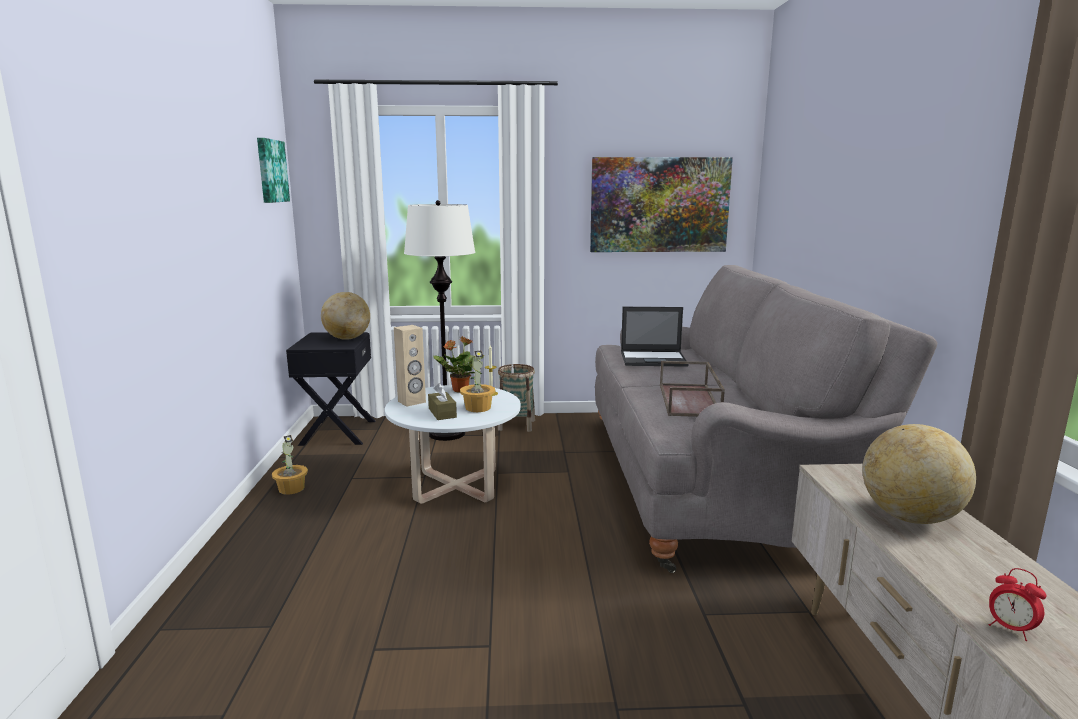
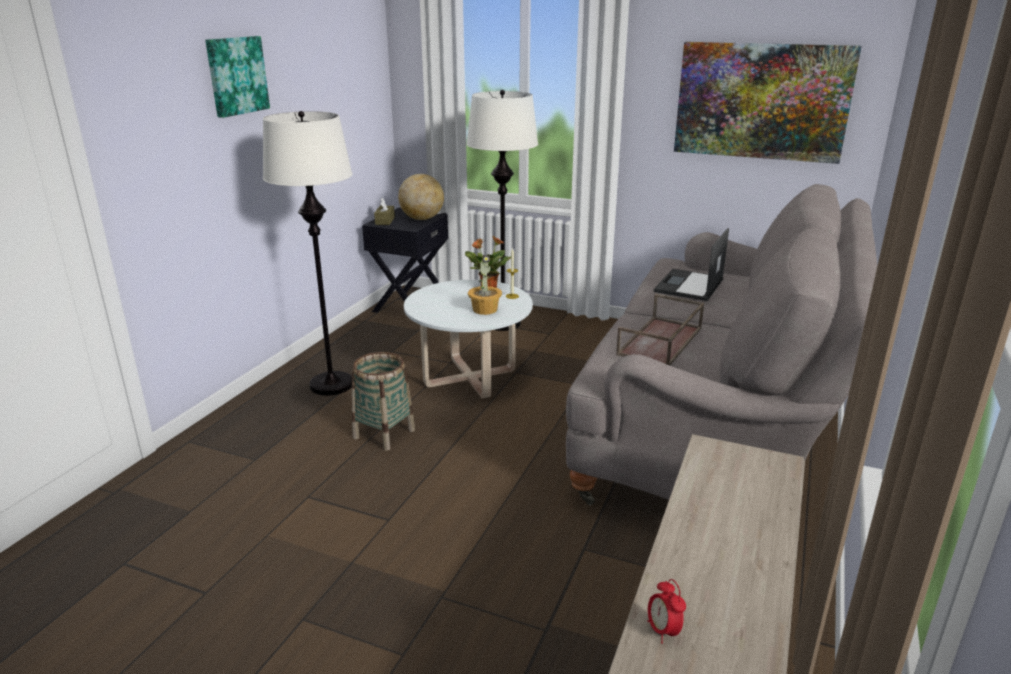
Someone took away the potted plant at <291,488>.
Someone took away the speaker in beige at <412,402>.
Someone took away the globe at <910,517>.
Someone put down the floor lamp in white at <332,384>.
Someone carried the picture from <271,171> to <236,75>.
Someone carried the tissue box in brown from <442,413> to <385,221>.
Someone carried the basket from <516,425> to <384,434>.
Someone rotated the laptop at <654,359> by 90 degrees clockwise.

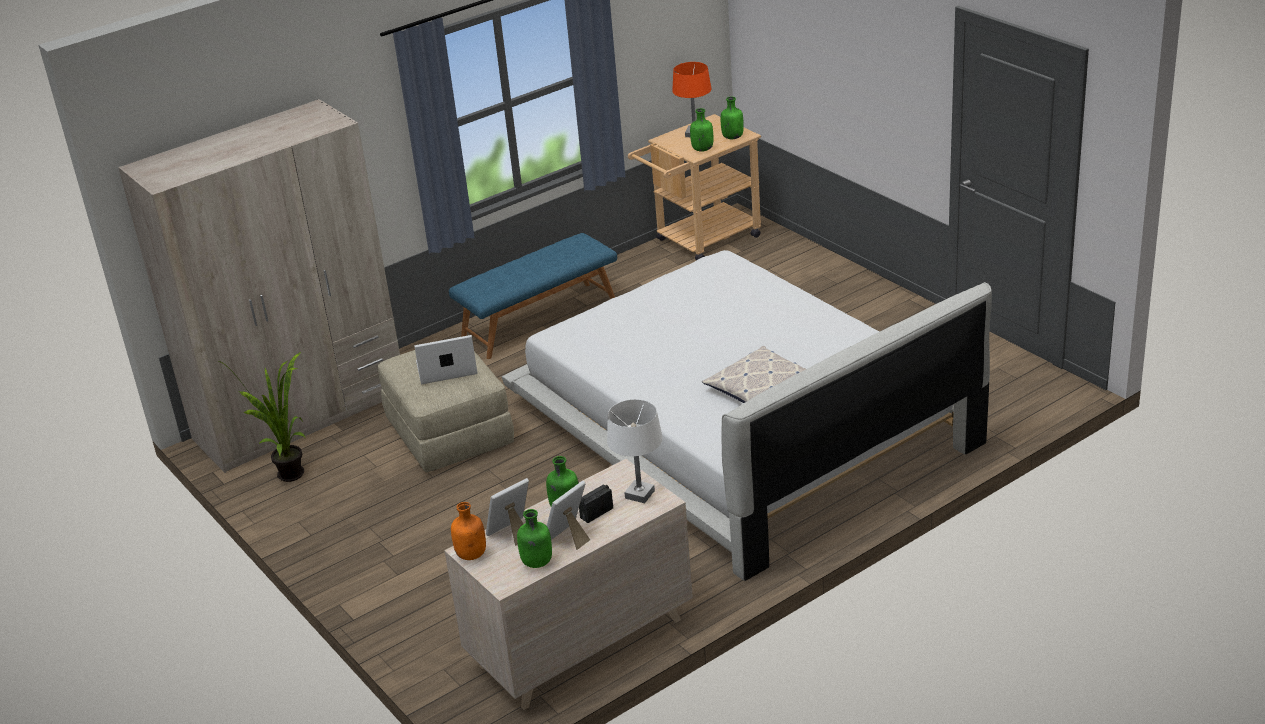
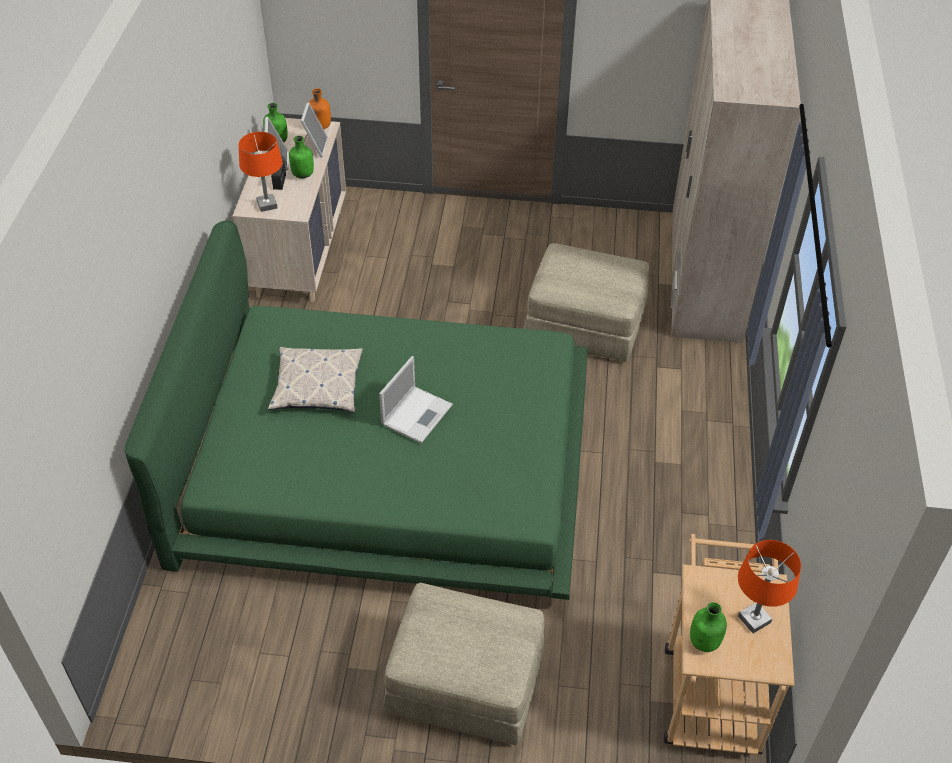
Someone took away the potted plant at <293,478>.
Someone took away the bench in blue at <539,319>.
Someone took away the bottle in green at <702,149>.
Someone put down the ottoman in beige at <464,684>.
Someone carried the laptop from <445,369> to <417,414>.
Someone repainted the bed in white at <740,424>, which became the bed in green at <385,464>.
Someone repainted the table lamp in white at <639,494>, which became the table lamp in orange at <267,205>.

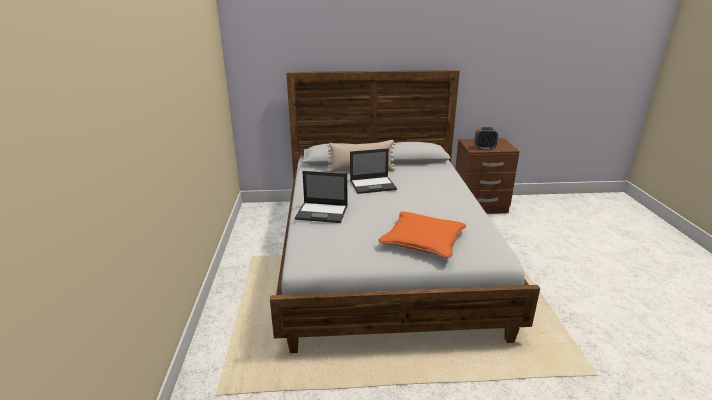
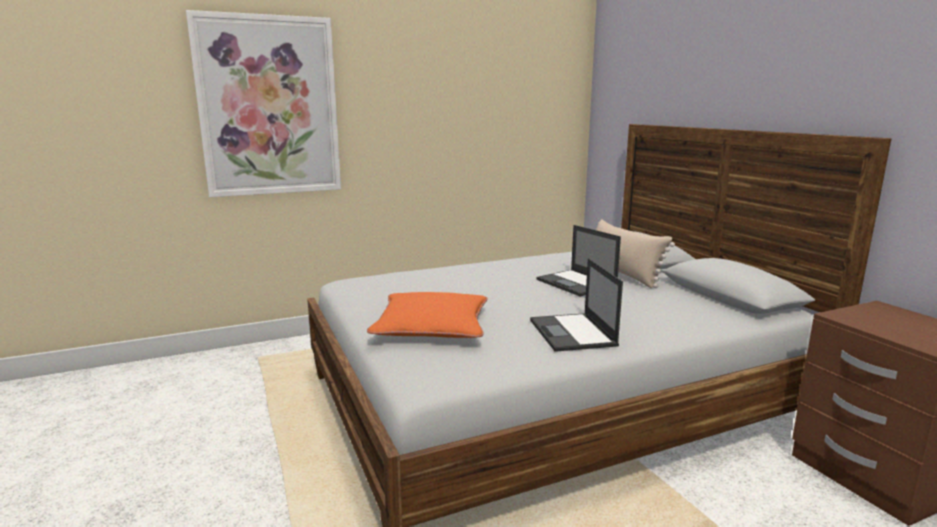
Someone took away the alarm clock at <484,148>.
Someone put up the picture at <269,107>.
Someone carried the laptop from <322,212> to <573,333>.

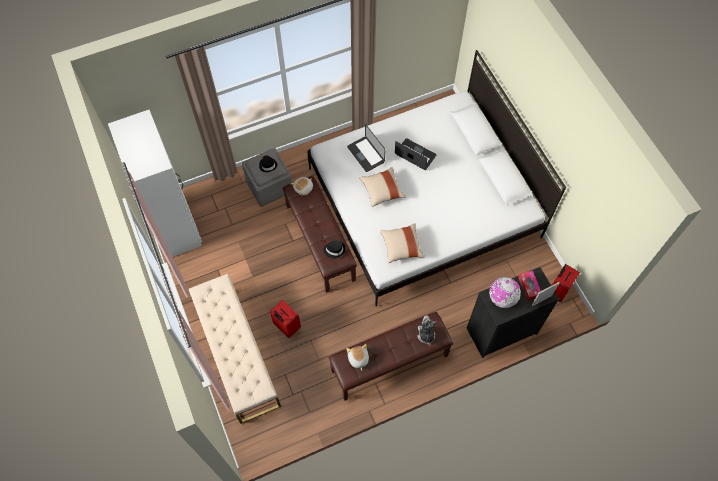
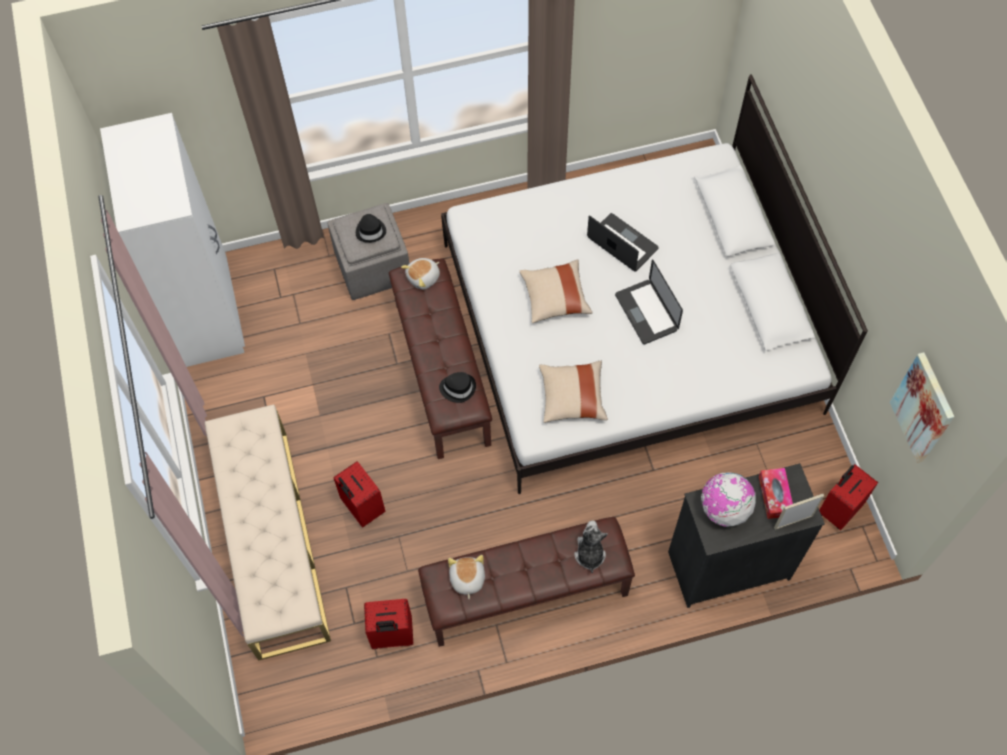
Someone put down the suitcase in red at <391,636>.
Someone put up the picture at <923,408>.
Someone carried the laptop from <365,154> to <646,312>.

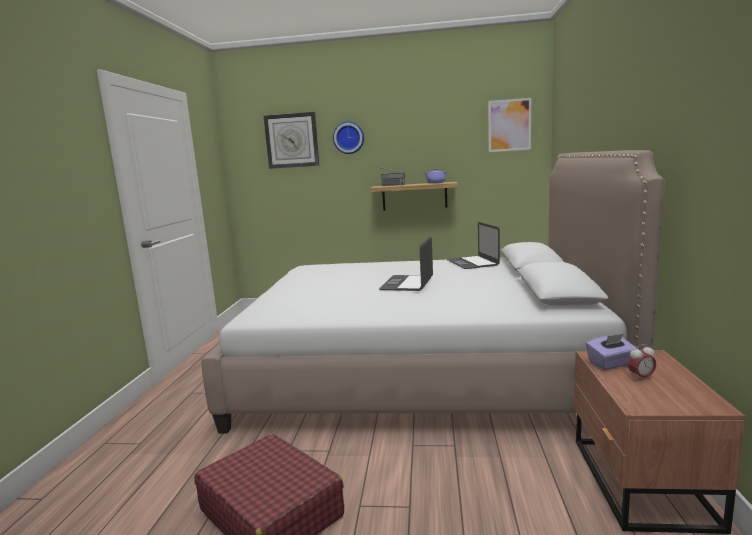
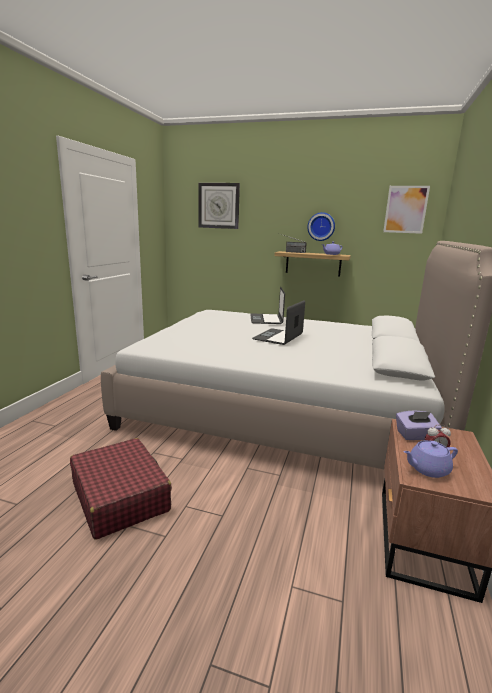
Someone put down the teapot in purple at <427,469>.
Someone carried the wall clock from <349,138> to <321,226>.
Someone carried the laptop from <472,262> to <266,319>.

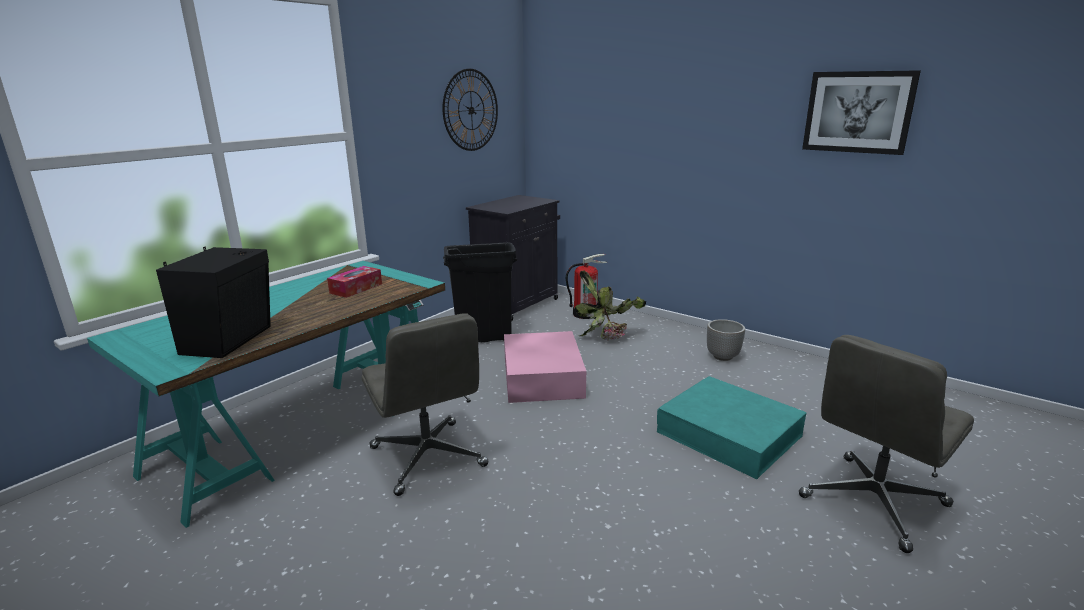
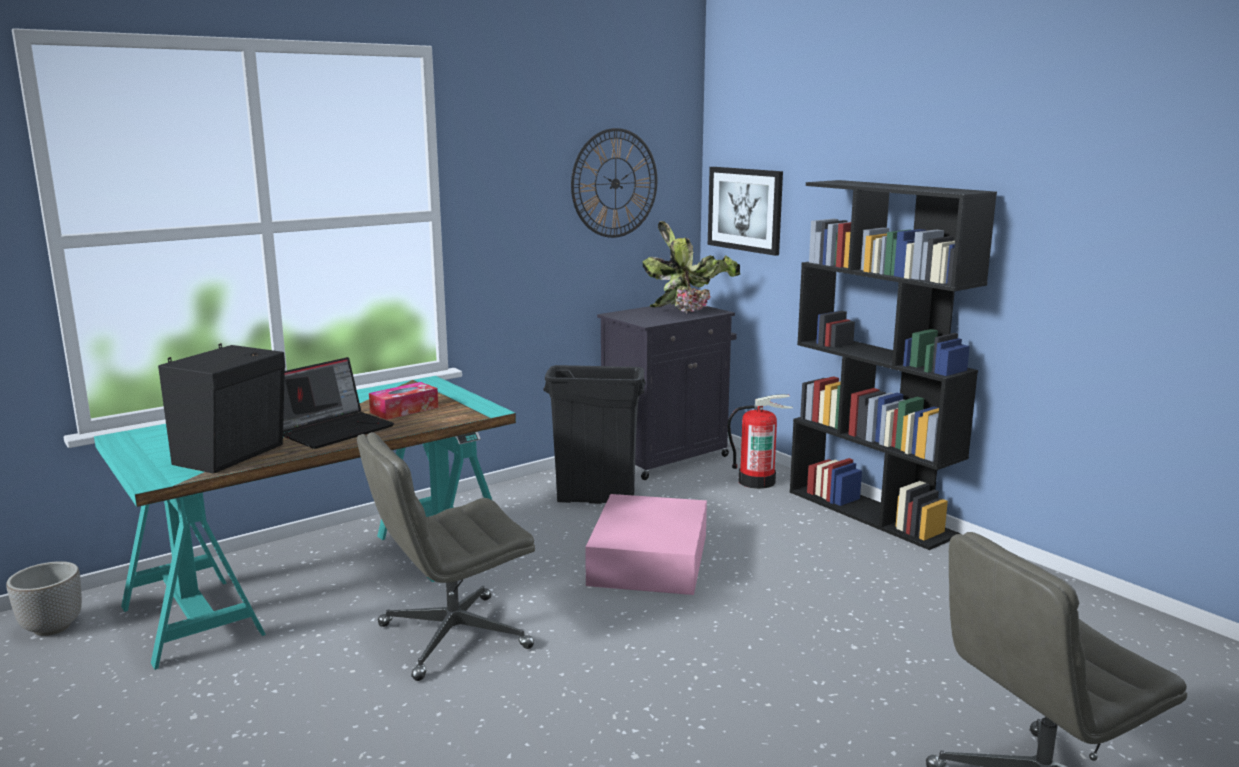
Someone took away the storage box in turquoise at <728,434>.
Someone put down the laptop at <334,429>.
Someone put down the bookcase in black at <871,513>.
Someone carried the potted plant from <607,335> to <690,310>.
Someone carried the planter from <723,356> to <53,627>.
Someone carried the picture from <858,112> to <745,209>.
Someone rotated the office chair in grey at <428,457> by 75 degrees clockwise.

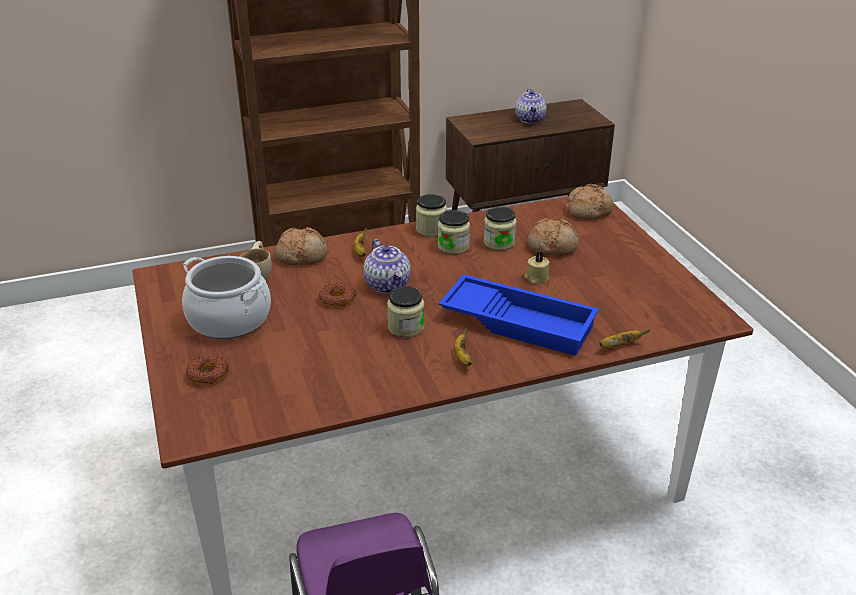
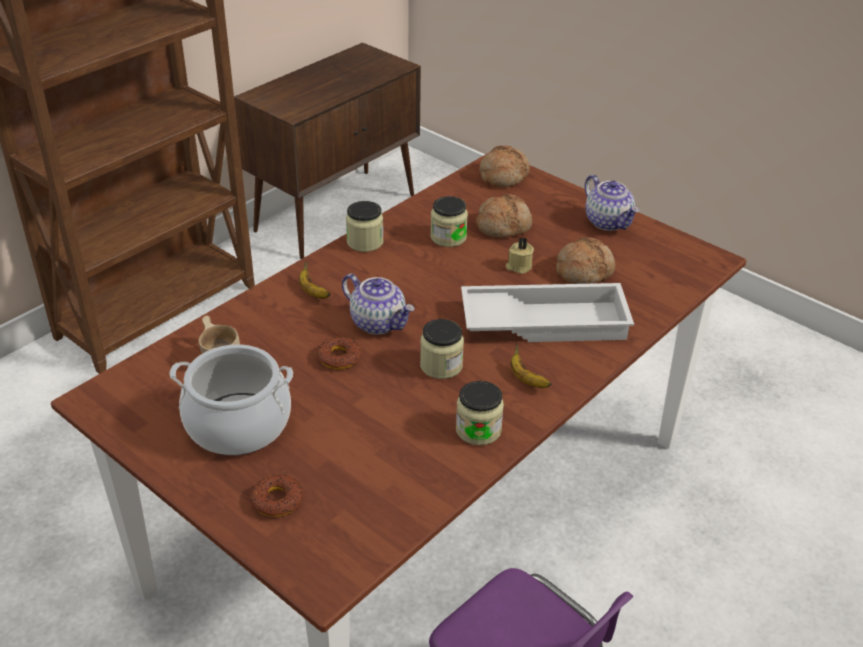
Someone took away the banana at <619,346>.
Someone carried the bread from <302,255> to <584,271>.
Someone carried the jar from <453,246> to <478,430>.
Someone carried the teapot from <530,119> to <608,222>.
Someone repainted the tray in blue at <519,321>, which became the tray in white at <545,320>.

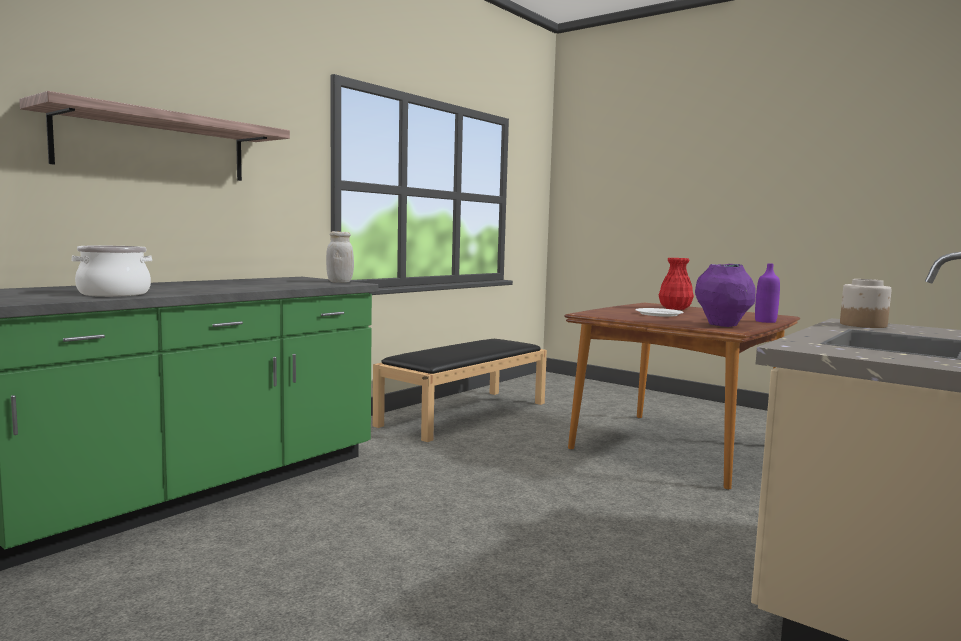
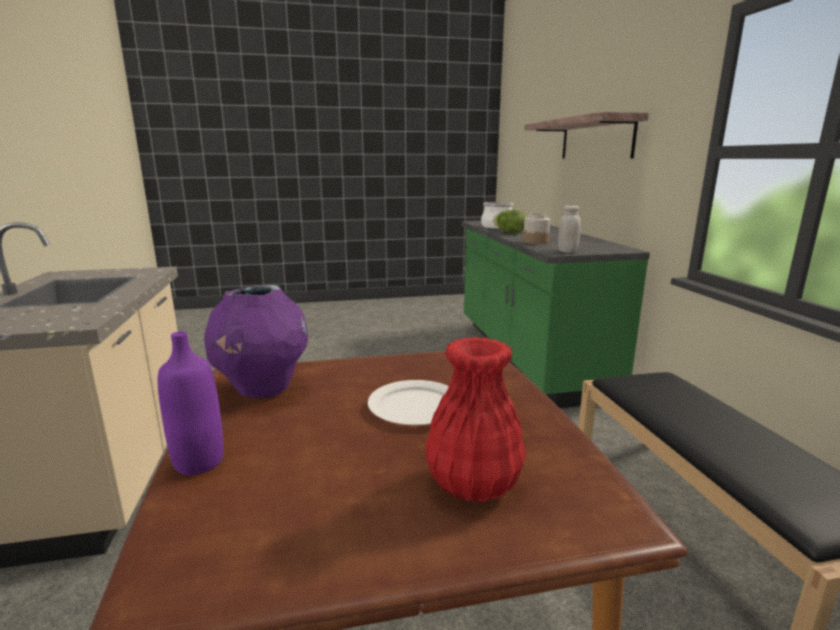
Someone put down the lettuce at <509,232>.
Someone carried the jar from <862,325> to <535,242>.

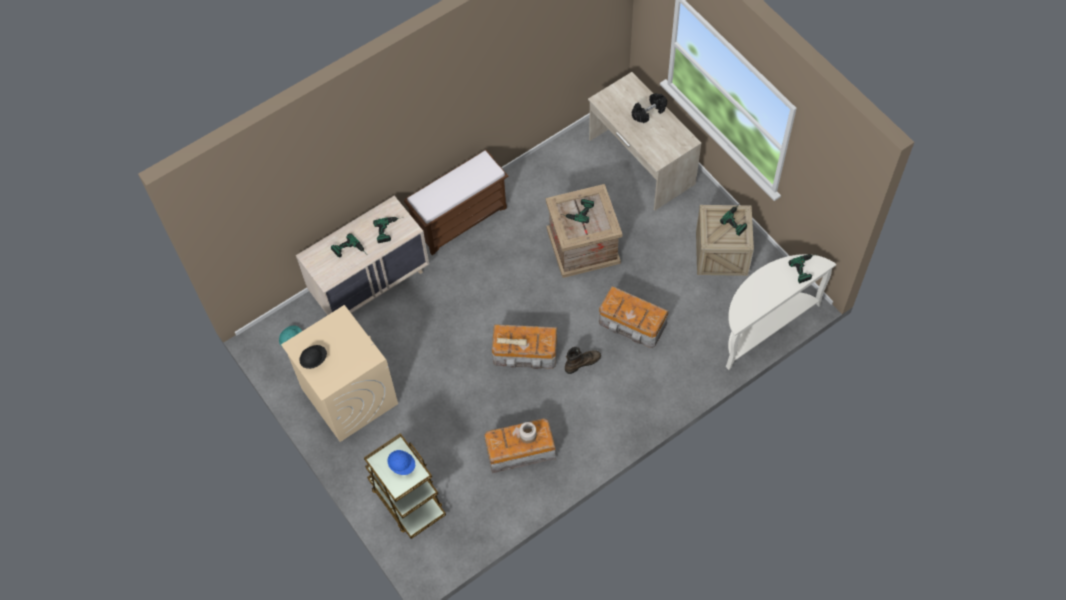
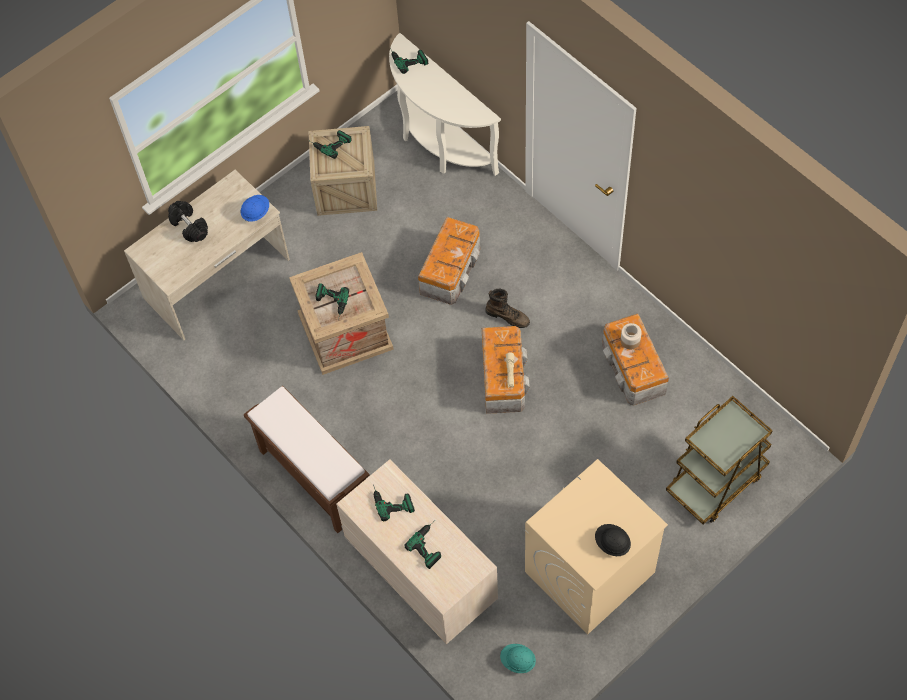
Someone carried the hard hat in blue from <402,465> to <256,212>.
Someone rotated the boot in brown at <582,362> by 150 degrees clockwise.

